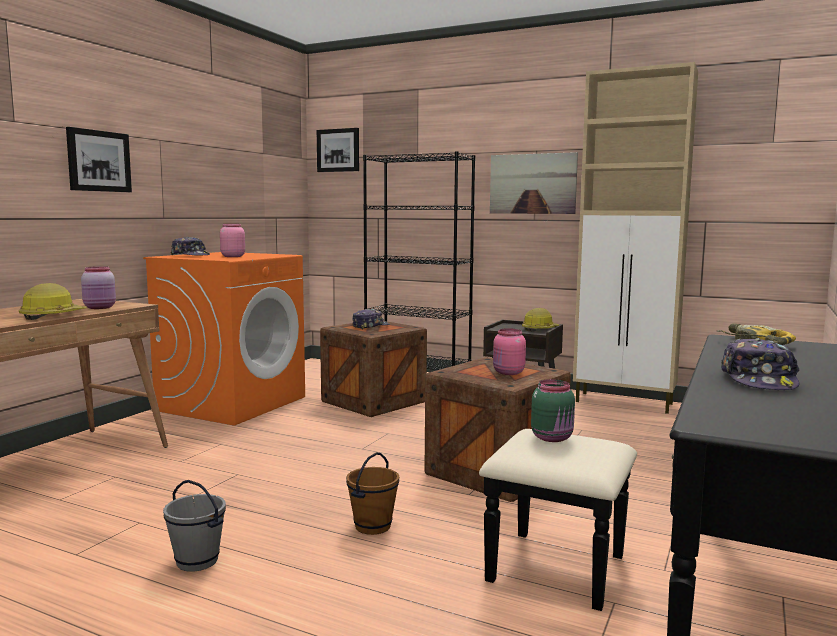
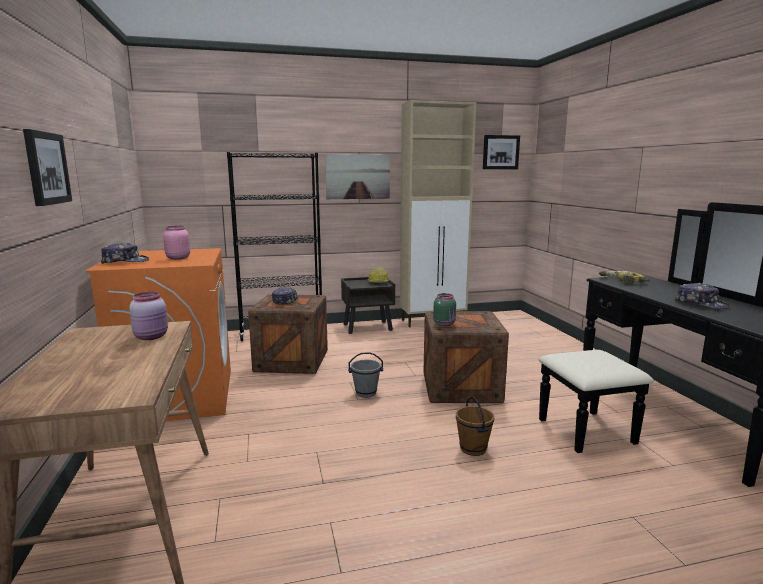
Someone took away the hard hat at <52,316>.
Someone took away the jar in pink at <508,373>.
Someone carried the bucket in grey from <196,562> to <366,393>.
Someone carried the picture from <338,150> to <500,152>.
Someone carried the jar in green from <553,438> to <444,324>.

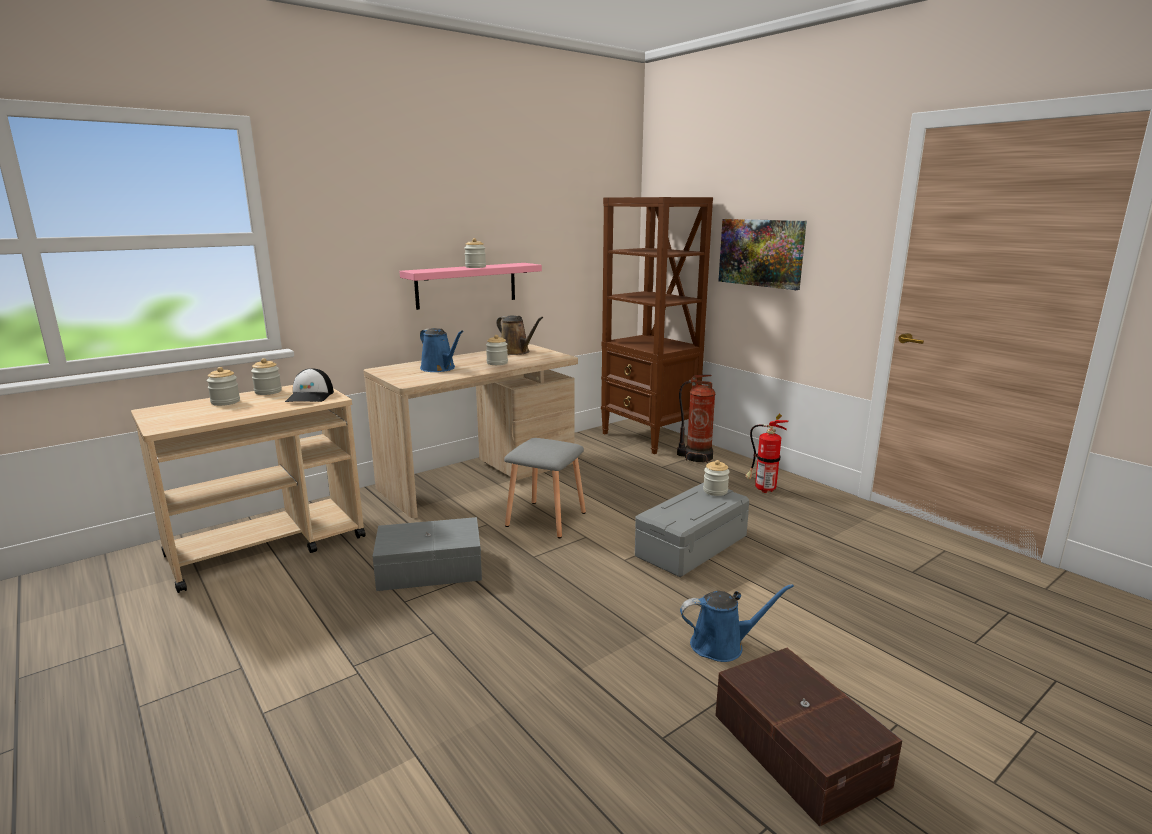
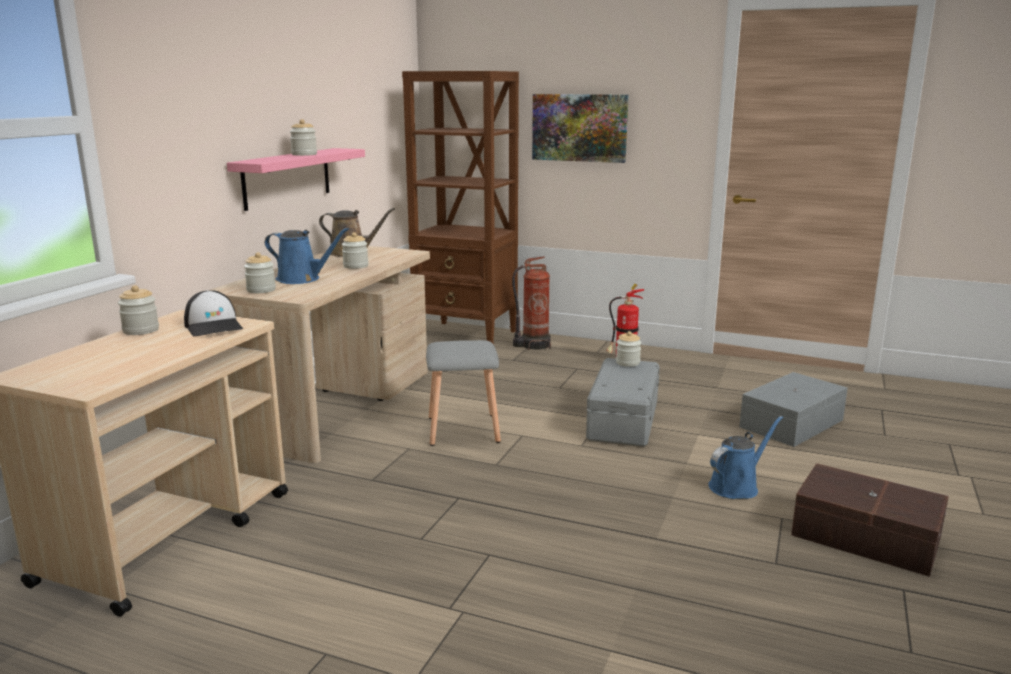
Someone carried the jar from <225,402> to <261,290>.
Someone carried the storage box in grey from <429,568> to <789,423>.

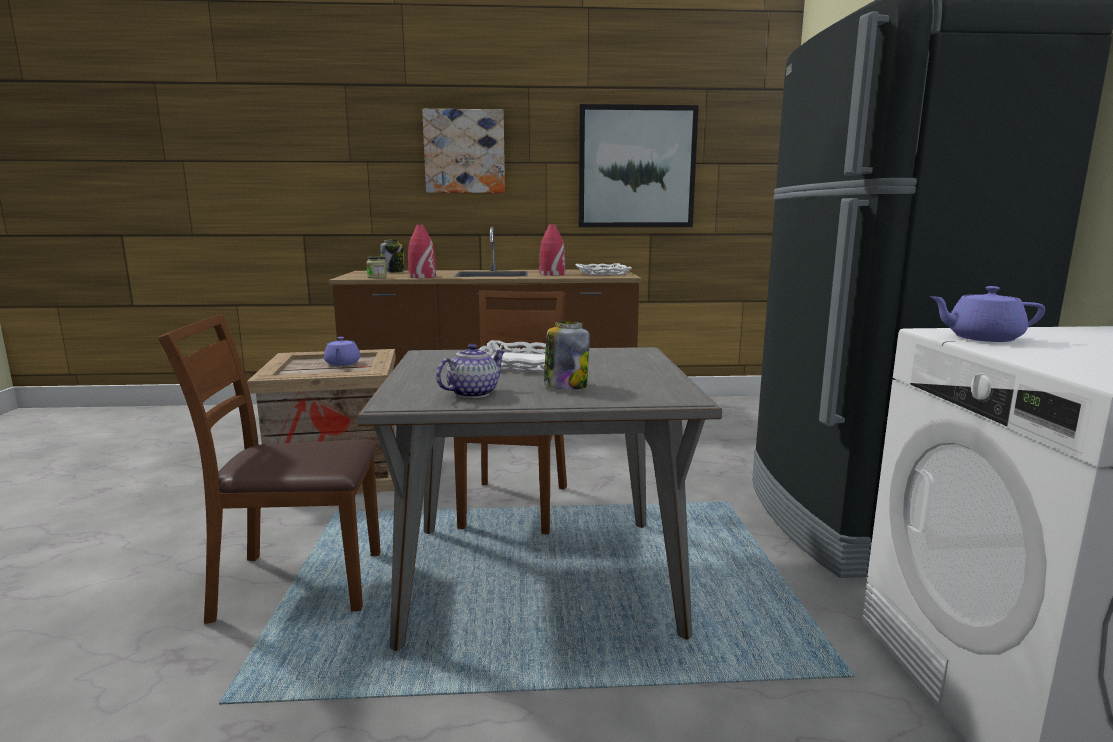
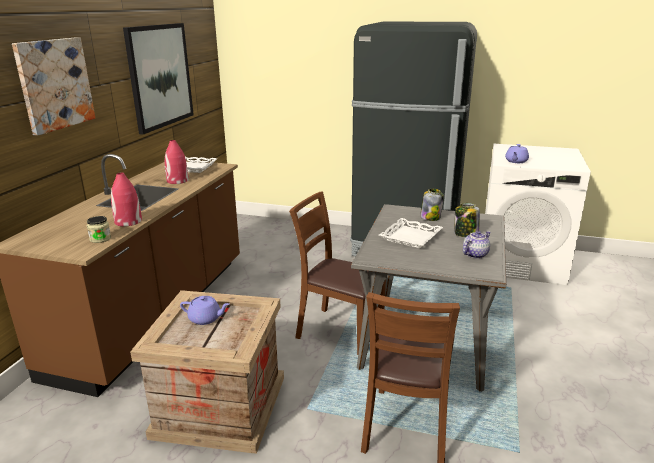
Someone carried the jar from <393,271> to <430,217>.
Someone rotated the teapot at <472,393> by 75 degrees clockwise.

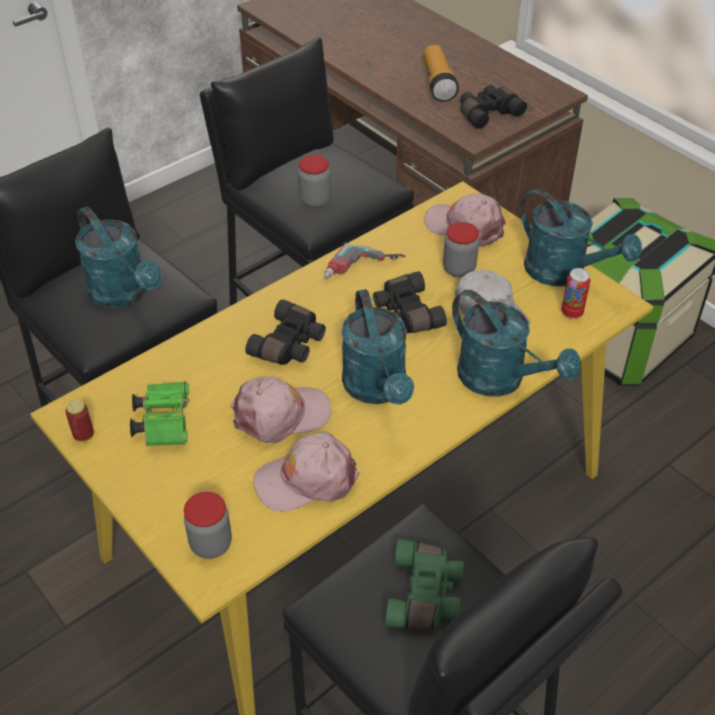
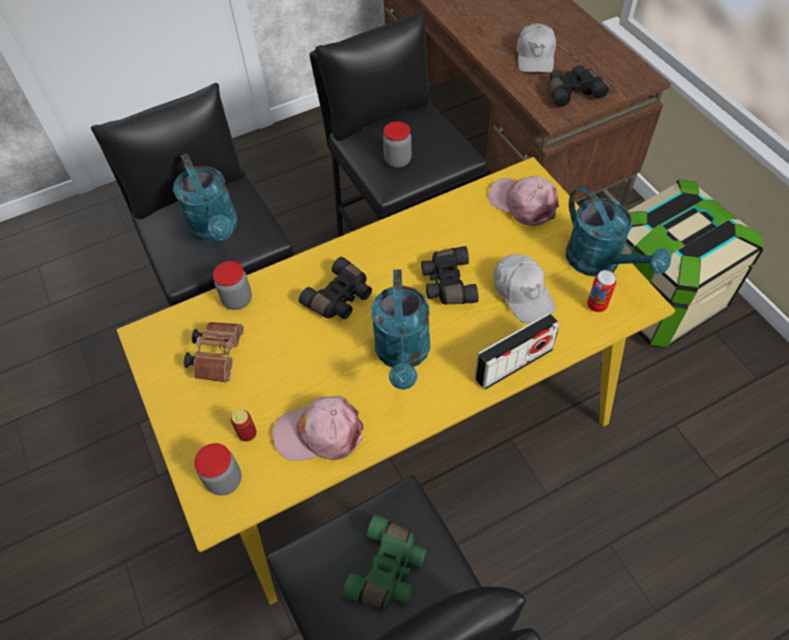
Someone took away the cap in pink at <281,415>.
Someone took away the power drill at <363,270>.
Someone carried the can from <84,436> to <248,434>.
Someone carried the jar from <459,269> to <237,300>.
Someone swapped the flashlight at <438,83> for the cap in white at <535,56>.
Someone swapped the watering can in turquoise at <501,380> for the radio at <513,364>.
Someone repainted the binoculars in green at <164,421>, which became the binoculars in brown at <218,355>.

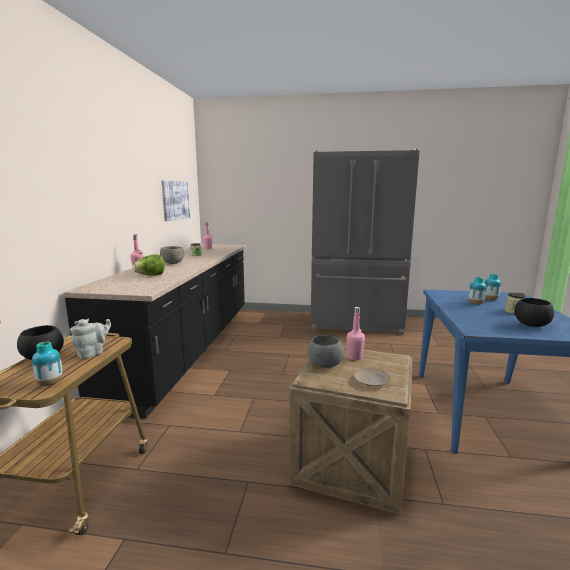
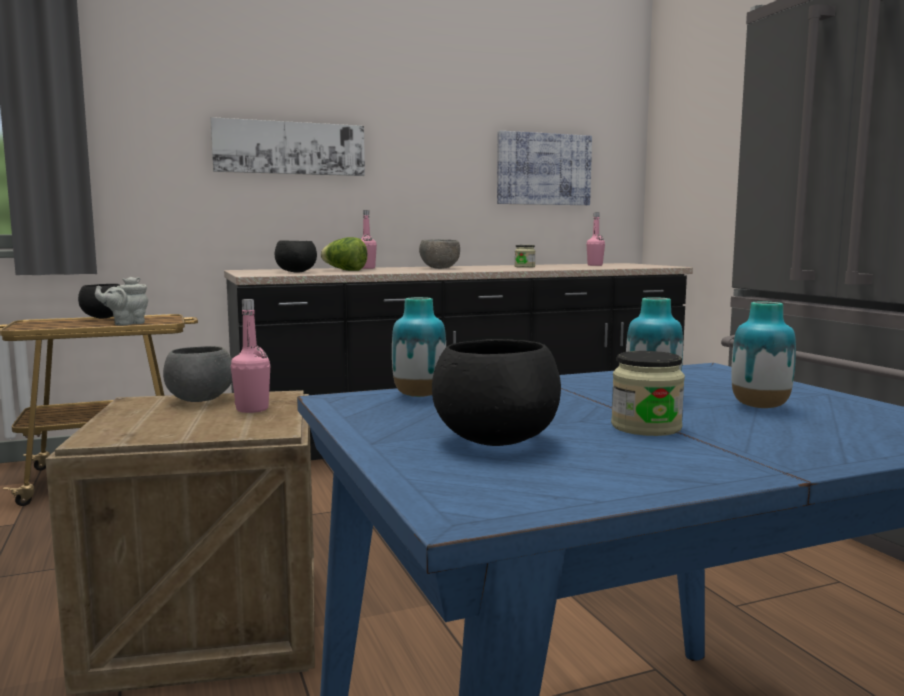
Someone took away the plate in beige at <372,381>.
Someone put up the picture at <290,148>.
Someone put down the bowl in black at <296,272>.
Someone carried the vase from <50,383> to <419,396>.
Someone rotated the teapot in grey at <92,353> by 135 degrees clockwise.

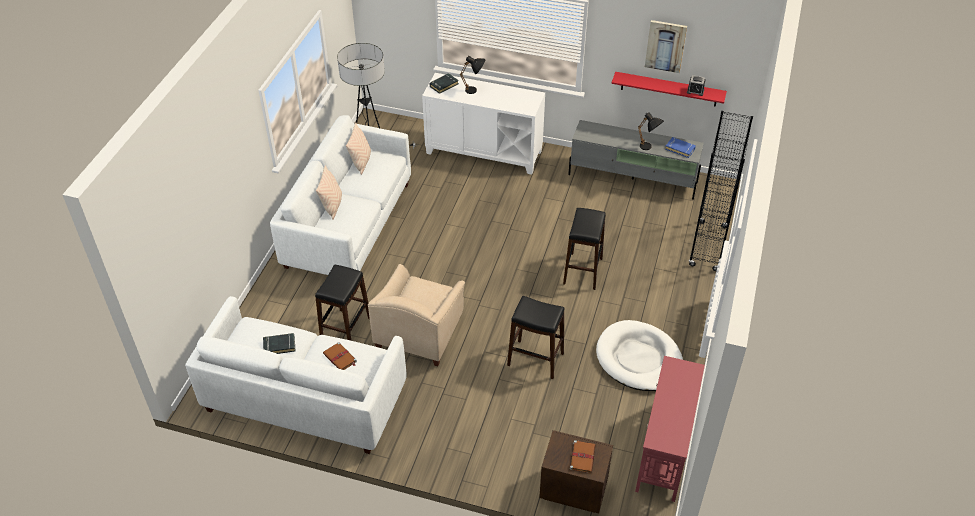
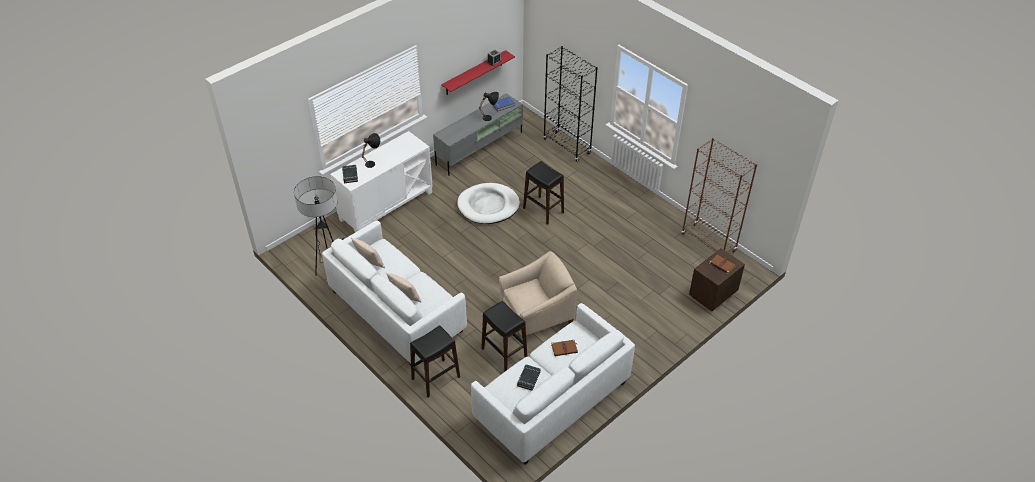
Someone took away the picture at <665,46>.
Someone carried the stool in black from <535,359> to <436,378>.
Someone carried the dog bed in white from <639,359> to <488,206>.
Someone swapped the console table in red at <664,451> for the bookcase in brown at <708,243>.
Someone rotated the armchair in beige at <419,333> by 75 degrees counterclockwise.

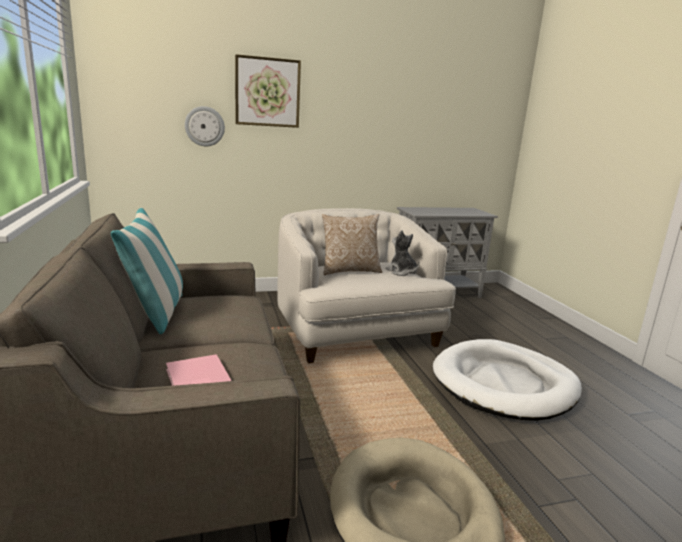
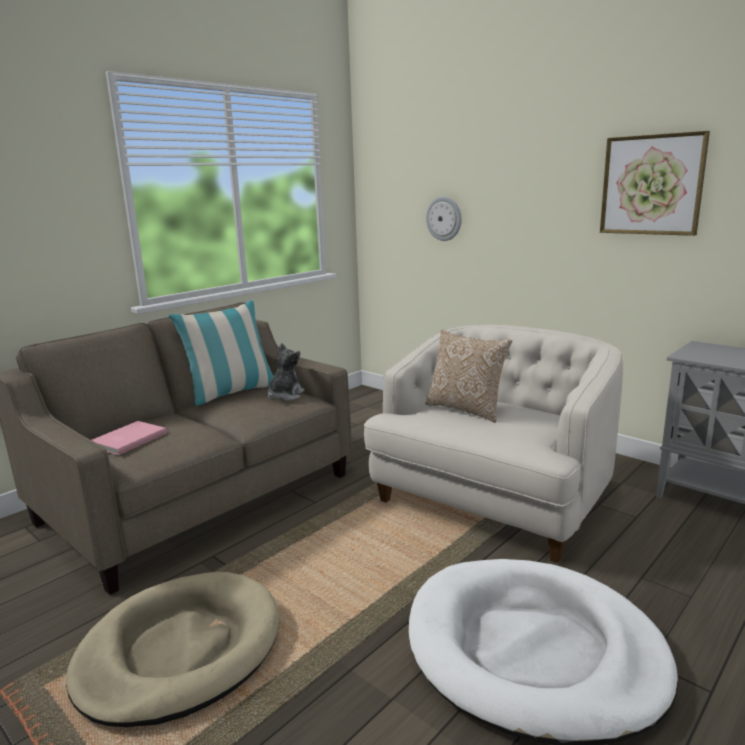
Someone carried the picture from <267,92> to <651,185>.
Someone carried the plush toy from <402,272> to <285,396>.

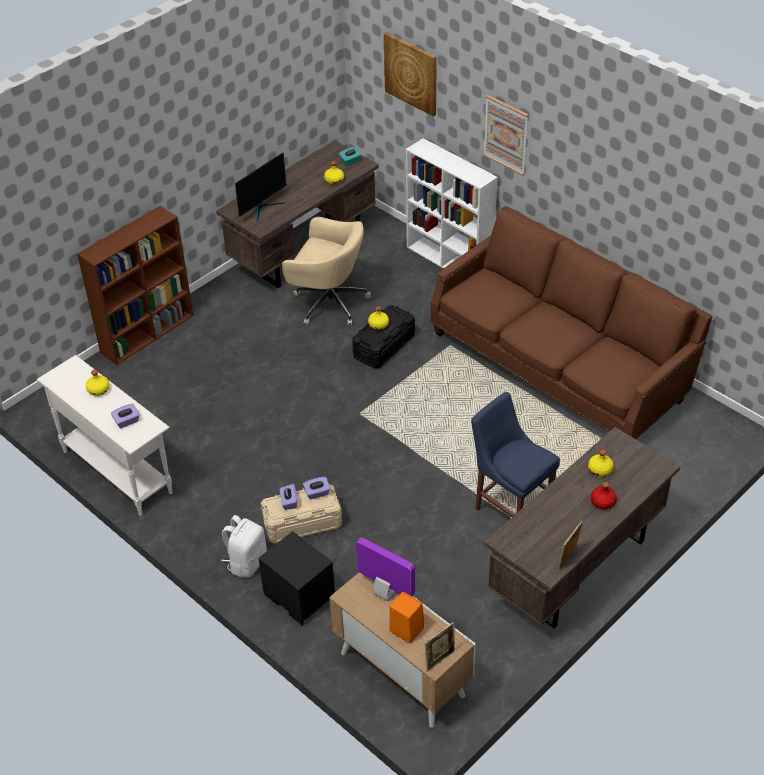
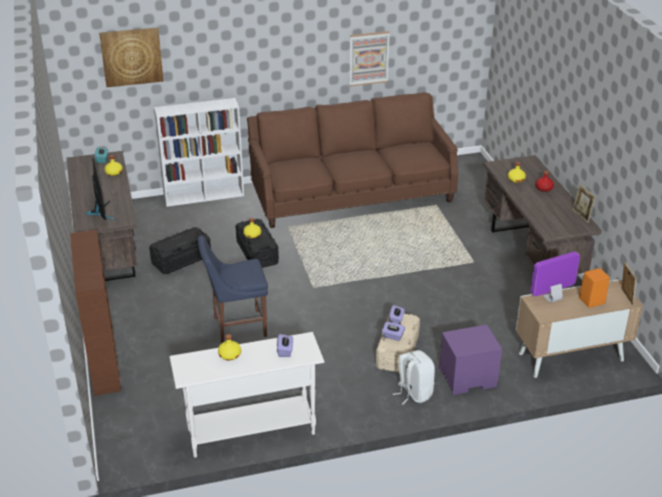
Someone carried the chair in blue from <510,506> to <236,327>.
Someone carried the picture from <506,134> to <369,58>.
Someone swapped the office chair in beige at <328,303> for the storage box in black at <181,260>.
Someone repainted the nightstand in black at <298,596>, which became the nightstand in purple at <467,379>.

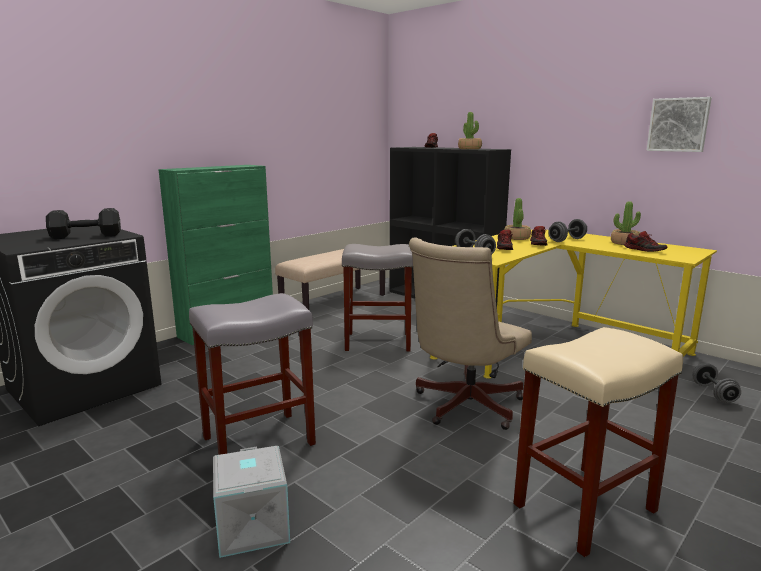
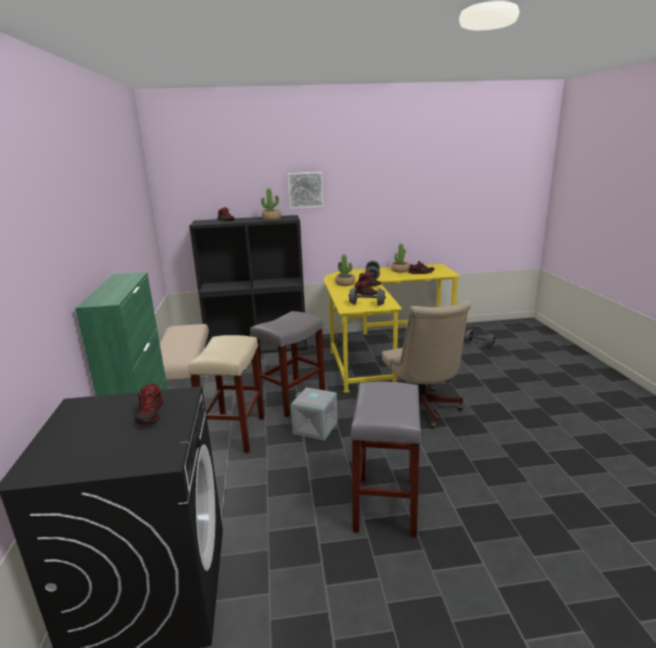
Someone carried the storage box in grey from <251,526> to <314,428>.
Someone carried the stool in beige from <584,509> to <234,434>.
Someone carried the picture from <678,125> to <305,190>.
Someone swapped the dumbbell in black at <87,236> for the shoe at <151,413>.

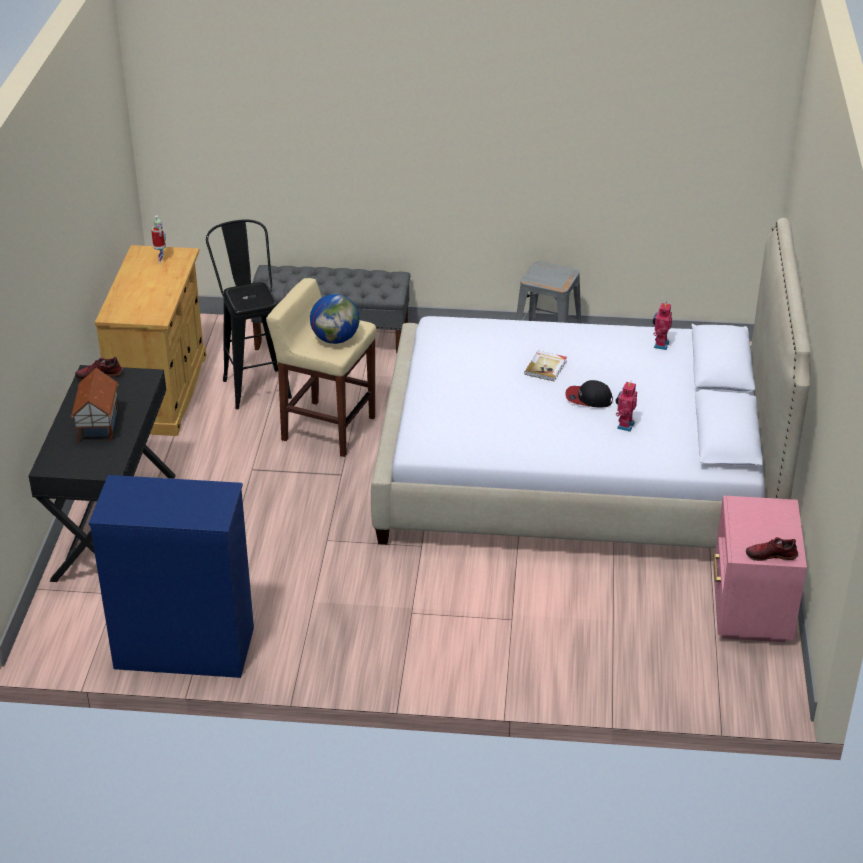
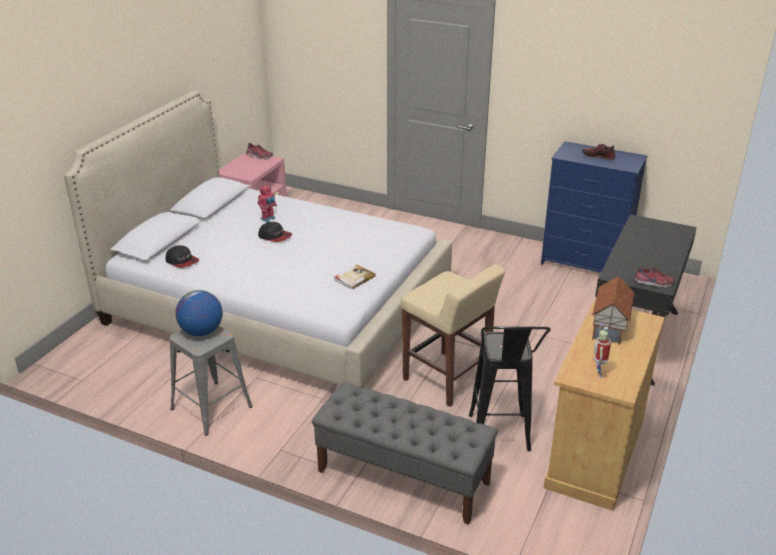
Someone put down the shoe at <598,156>.
Someone carried the toy house from <97,427> to <610,329>.
Someone carried the globe from <335,339> to <201,331>.
Someone carried the book from <546,367> to <354,278>.
Someone swapped the toy robot at <660,344> for the cap at <182,261>.

